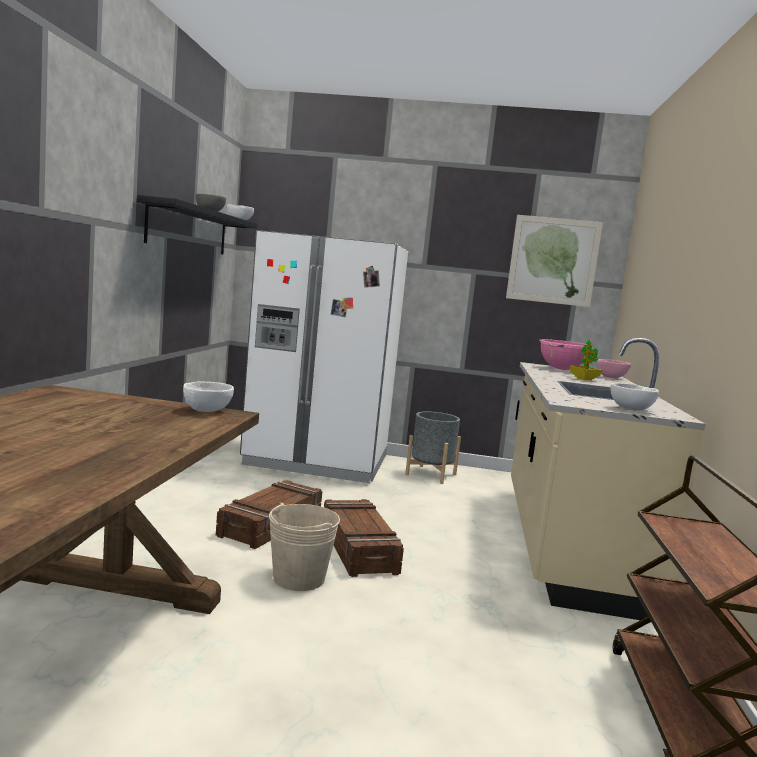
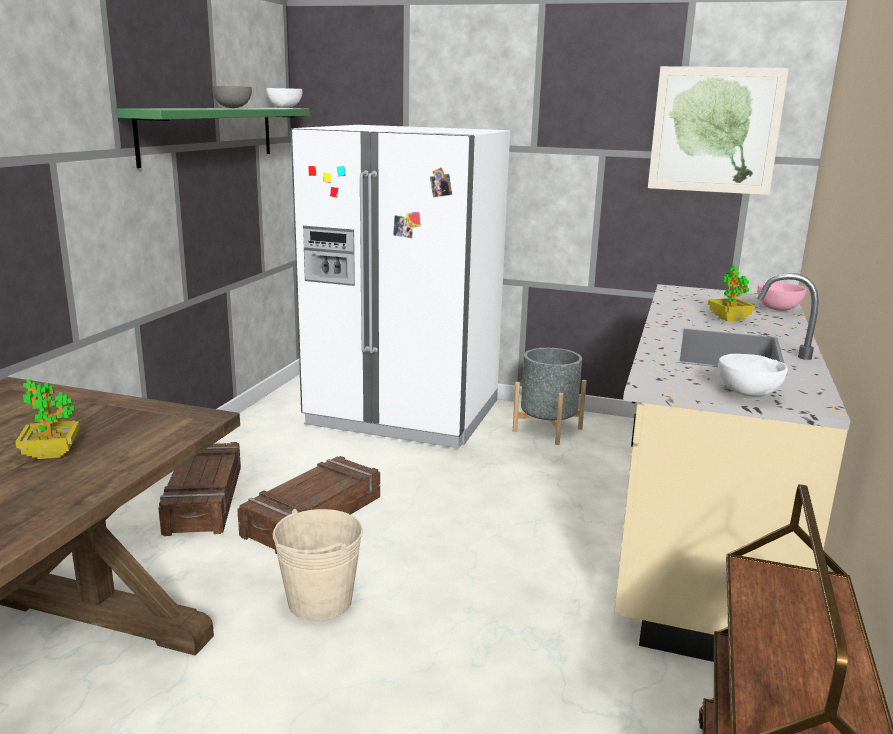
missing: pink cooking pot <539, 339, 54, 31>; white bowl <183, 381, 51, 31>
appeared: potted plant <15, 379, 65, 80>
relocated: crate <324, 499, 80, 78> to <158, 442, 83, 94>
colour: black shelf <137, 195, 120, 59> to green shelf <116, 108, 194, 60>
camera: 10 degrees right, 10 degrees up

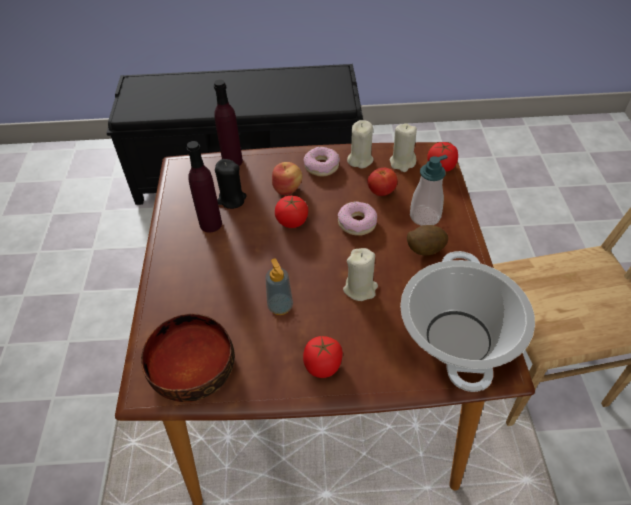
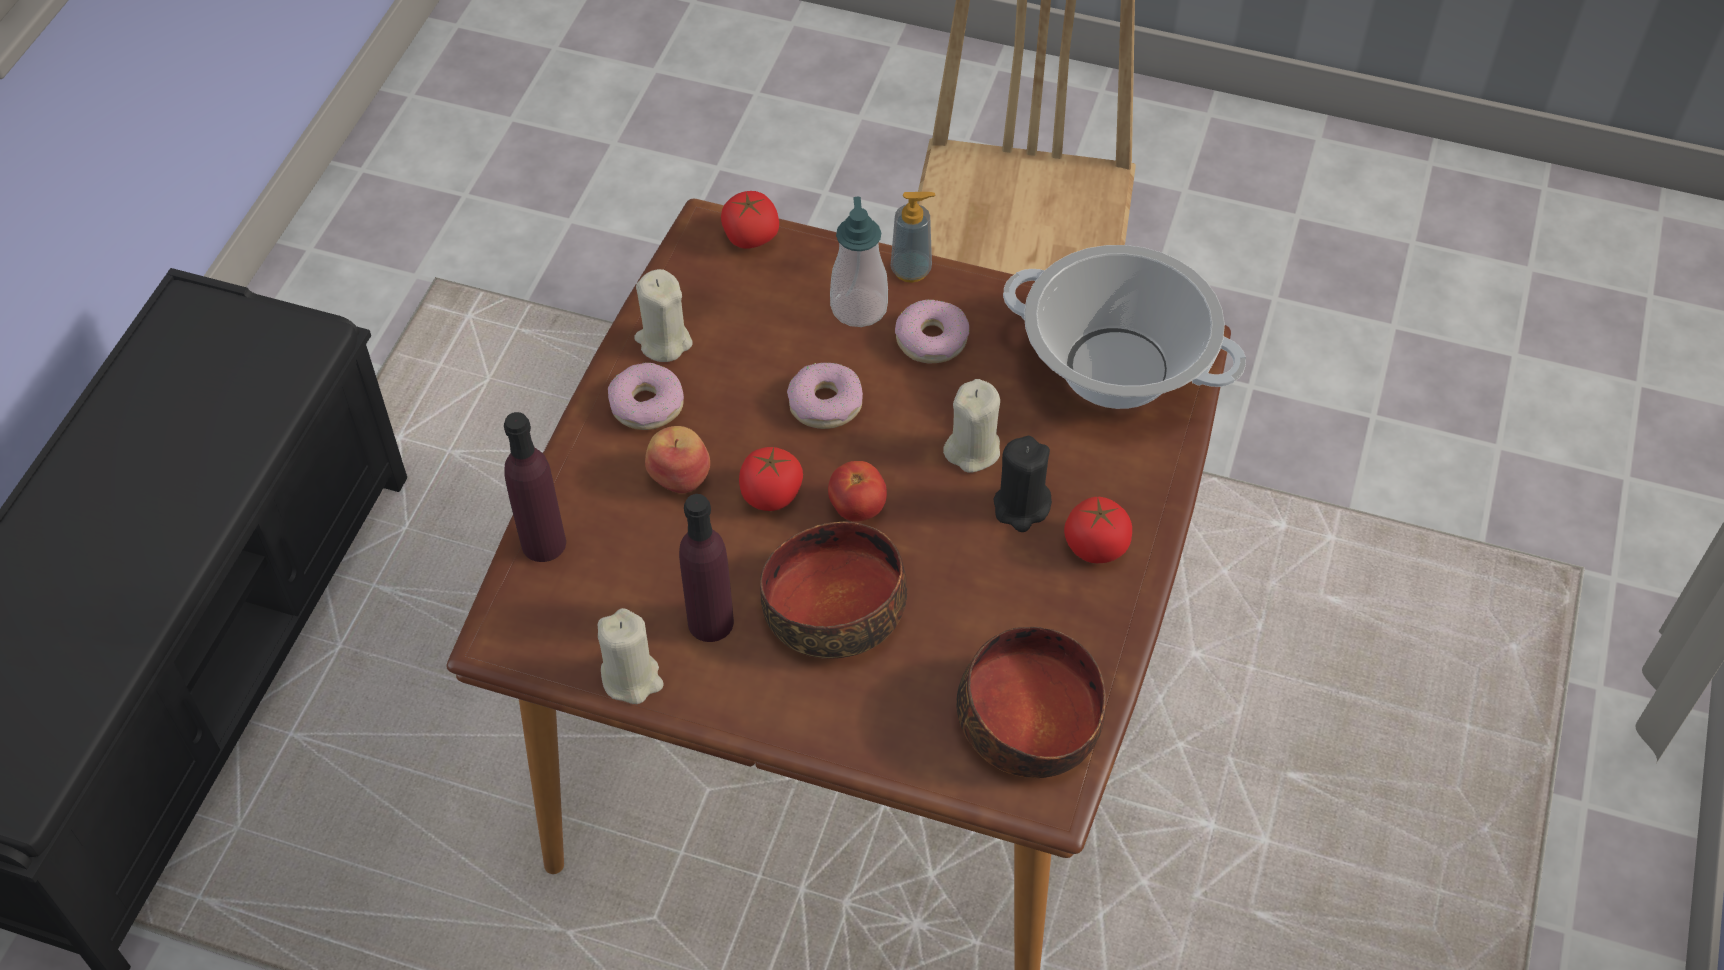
appeared: bowl <760, 521, 147, 138>
relocated: beige candle <390, 123, 27, 49> to <598, 608, 66, 96>; black candle <215, 159, 32, 50> to <994, 436, 58, 96>; tomato <367, 168, 31, 28> to <828, 461, 59, 60>; soap dispenser <265, 259, 28, 56> to <891, 192, 44, 91>
exchanged: potato <407, 225, 41, 30> to donut <895, 299, 75, 64>
camera: 70 degrees left, 5 degrees up

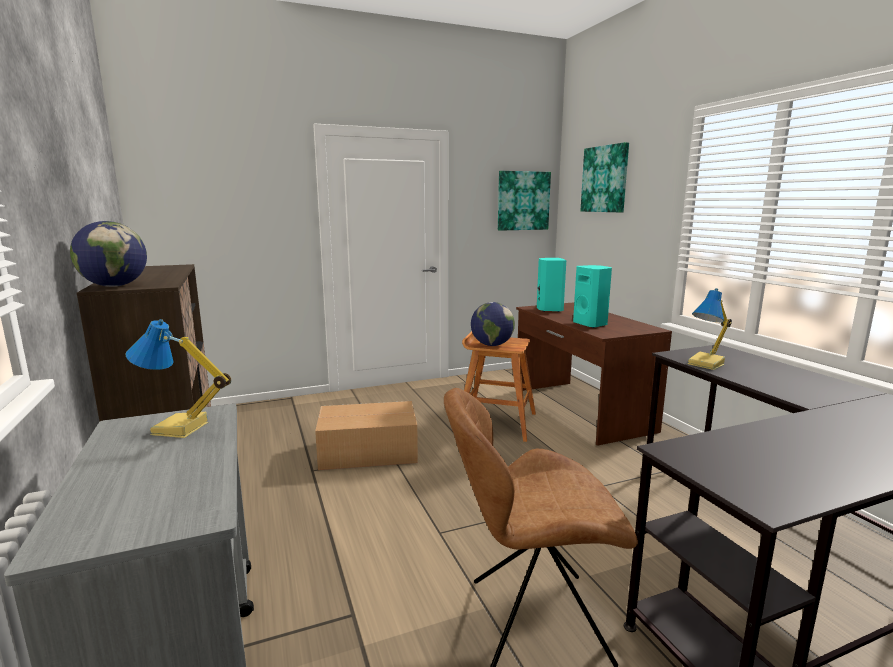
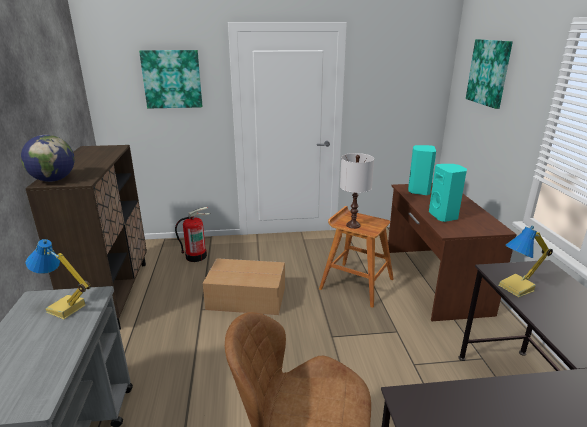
appeared: fire extinguisher <175, 207, 35, 55>
relocated: picture <498, 171, 53, 60> to <139, 50, 63, 58>
exchanged: globe <471, 302, 44, 44> to white table lamp <340, 153, 34, 76>
camera: 15 degrees right, 10 degrees up

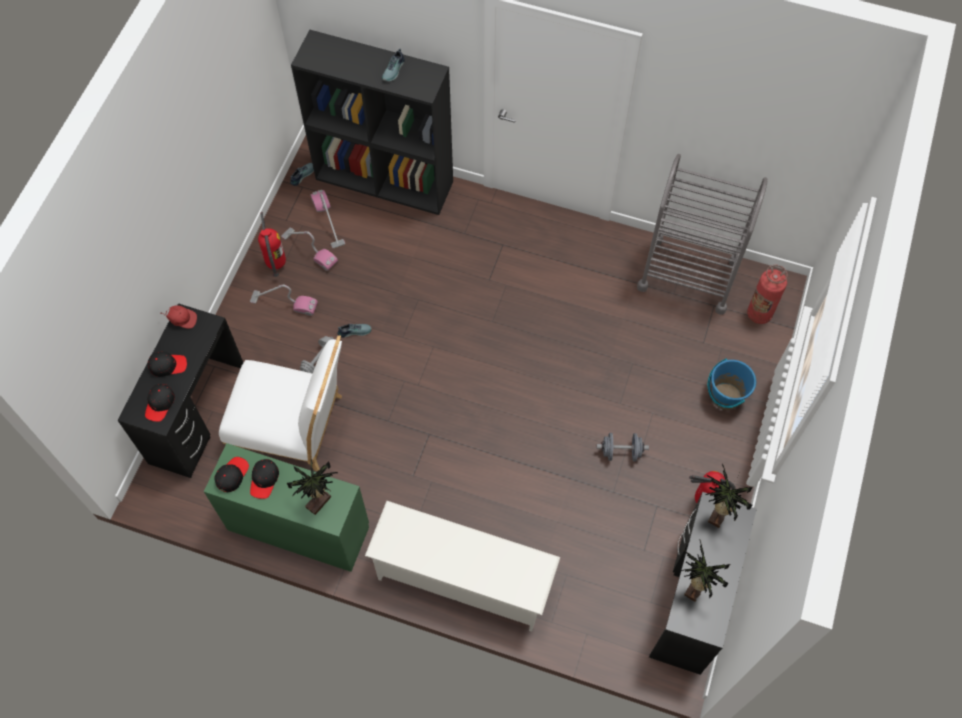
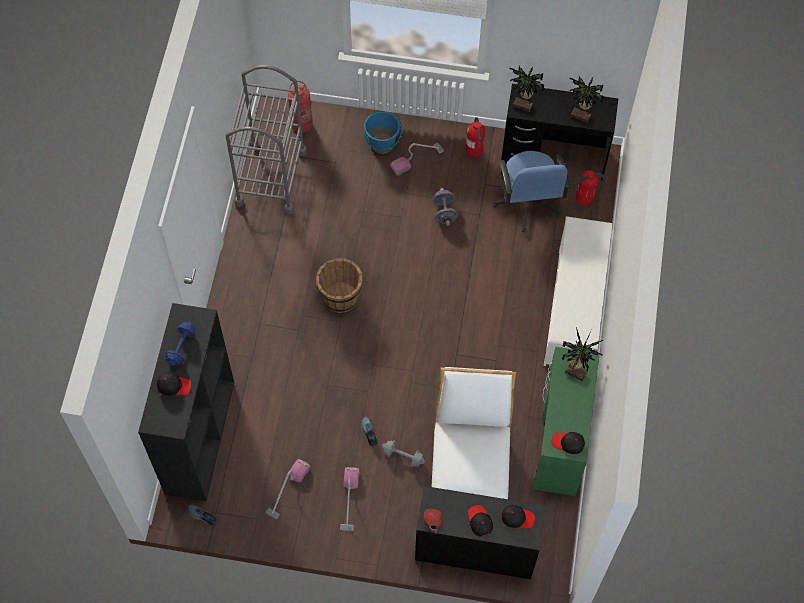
appeared: blue office chair <493, 151, 77, 82>; brown bucket <316, 258, 47, 55>
relocated: vacuum cleaner <310, 190, 35, 58> to <390, 143, 54, 33>; fire extinguisher <258, 212, 28, 65> to <572, 170, 33, 35>; black cap <250, 459, 29, 40> to <157, 373, 35, 22>
exchanged: shoe <382, 48, 23, 33> to blue dumbbell <166, 322, 29, 44>
camera: 100 degrees left, 0 degrees up

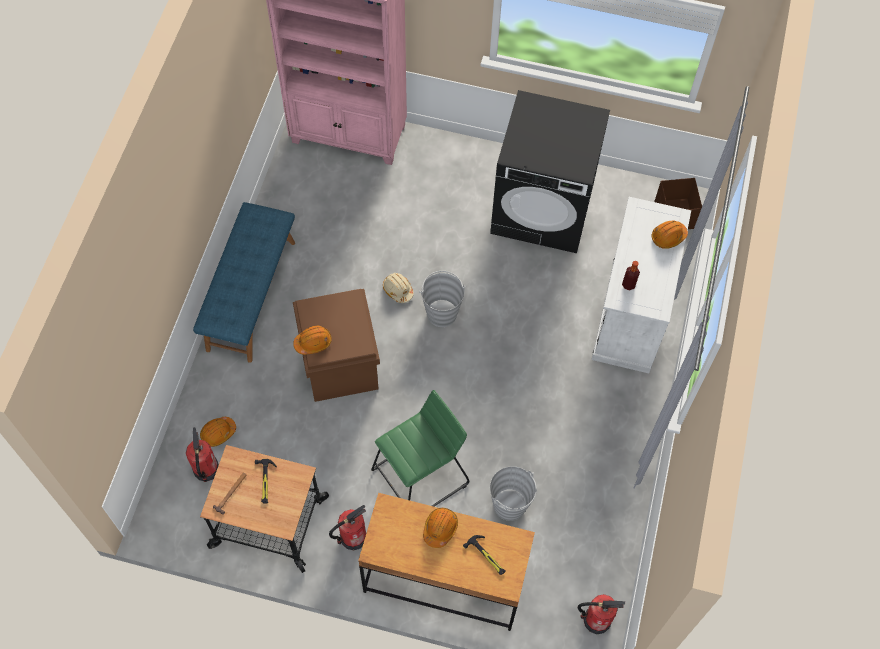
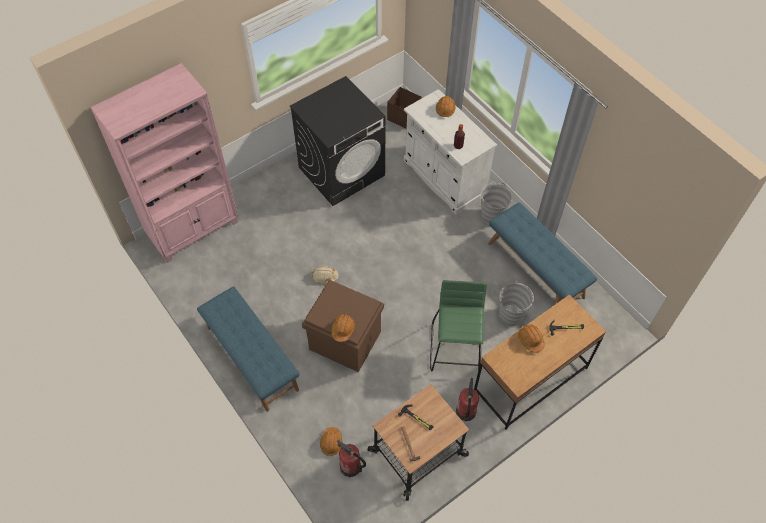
missing: fire extinguisher <578, 594, 47, 40>
appeared: blue bench <488, 202, 109, 101>
relocated: grey bucket <419, 271, 47, 56> to <481, 183, 31, 41>
camera: 50 degrees left, 5 degrees down

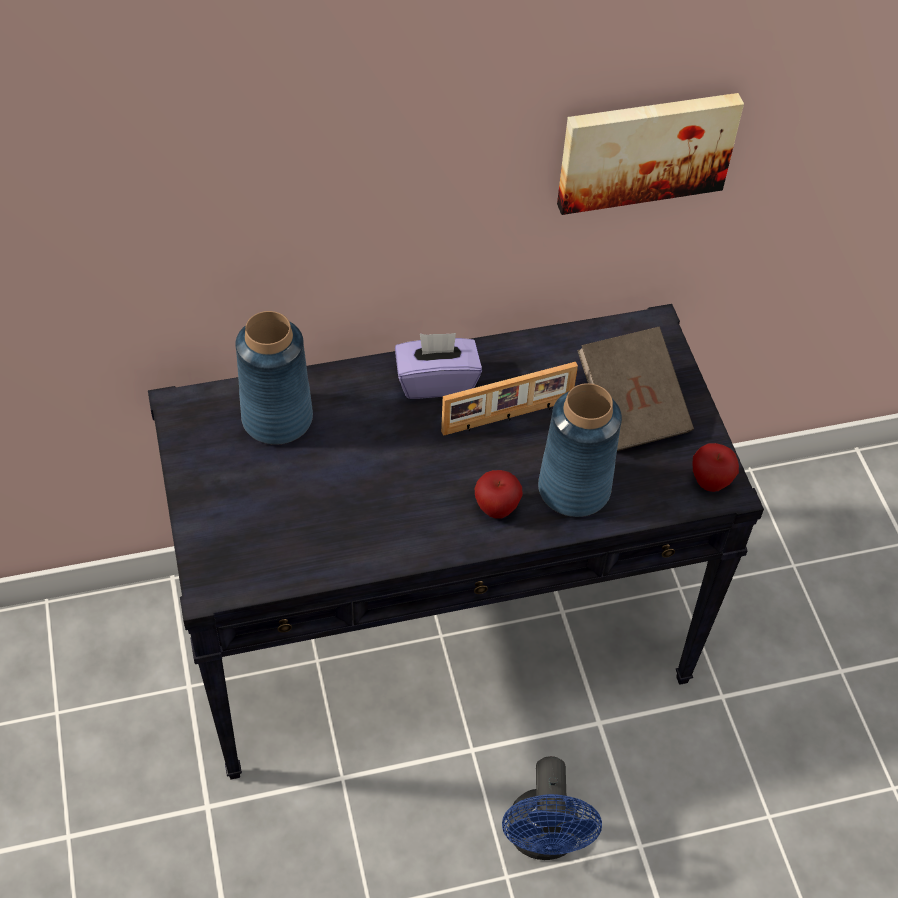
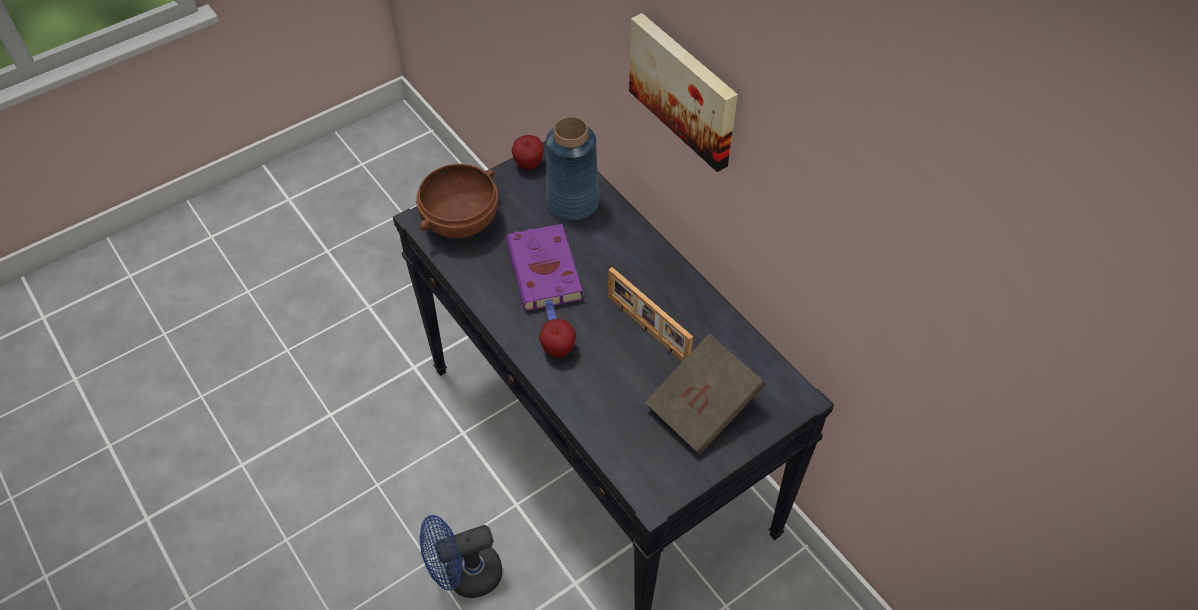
missing: purple tissue box <395, 333, 87, 66>; blue vase <538, 383, 84, 134>
appeared: brown bowl <416, 164, 83, 74>; purple book <506, 224, 77, 96>
relocated: picture <557, 93, 187, 122> to <629, 13, 109, 159>; apple <693, 443, 46, 49> to <511, 135, 33, 35>
camera: 70 degrees right, 0 degrees up

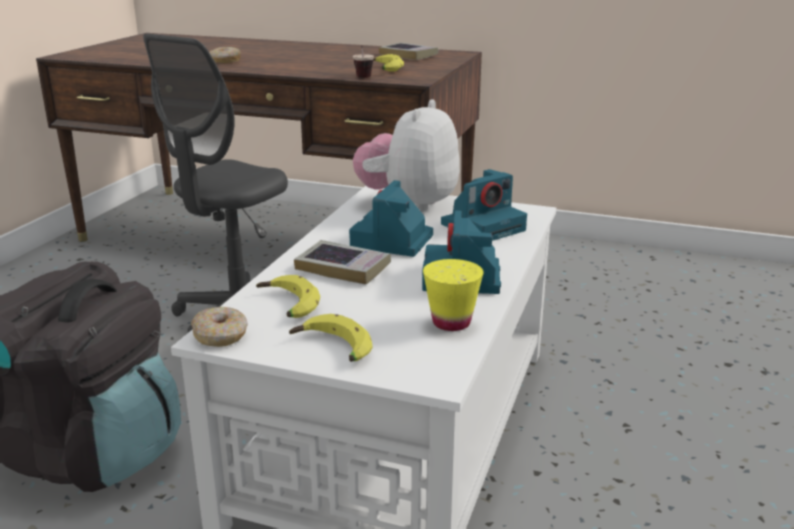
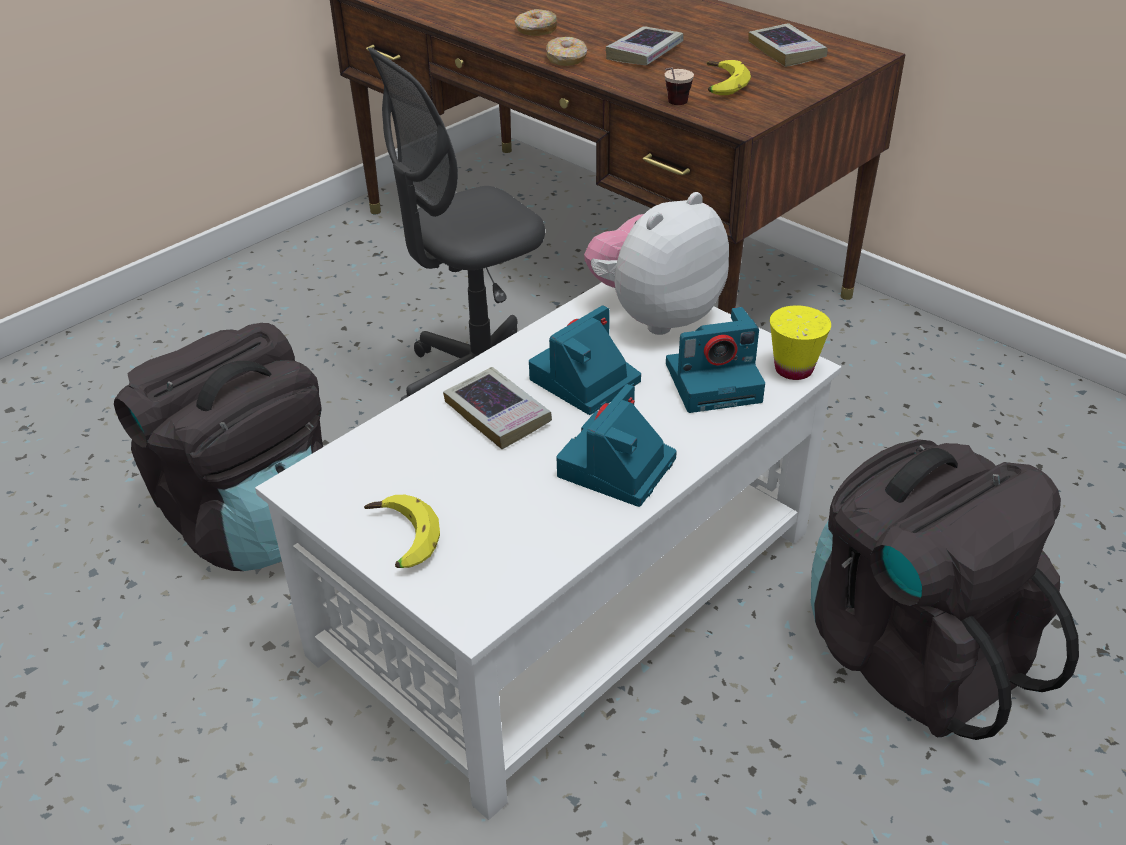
missing: banana <256, 275, 64, 43>
appeared: book <606, 26, 78, 39>; black backpack <811, 439, 268, 301>
relocated: yellow cup <423, 259, 61, 72> to <770, 305, 61, 75>; donut <191, 307, 56, 40> to <546, 37, 41, 29>
camera: 25 degrees right, 15 degrees up

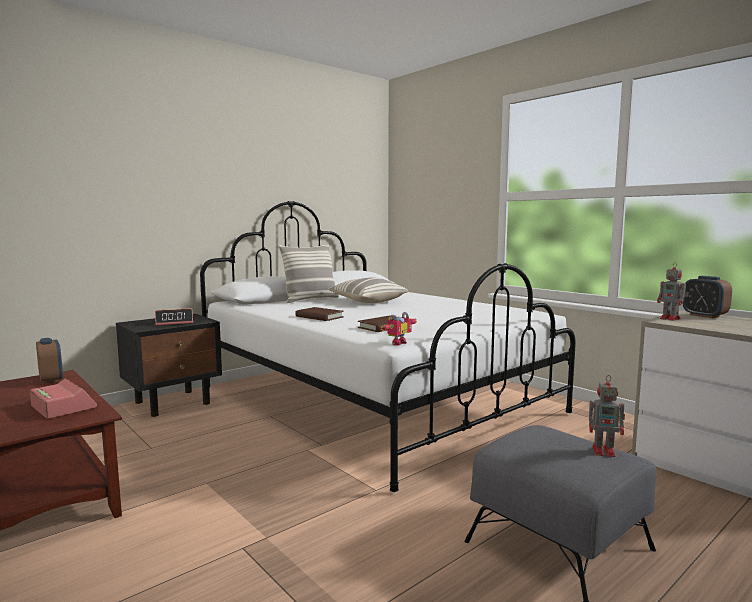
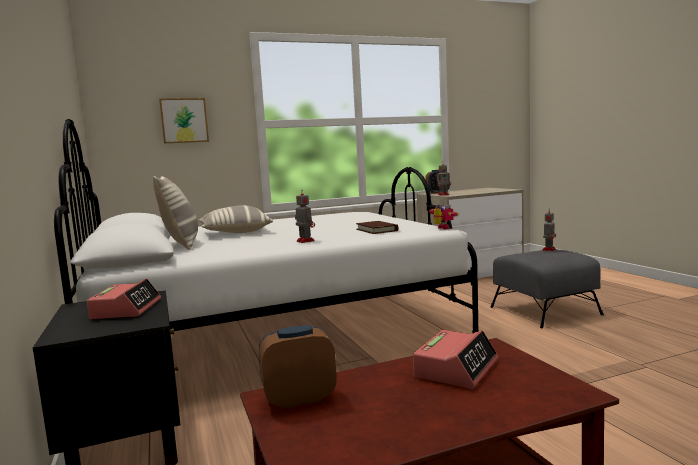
appeared: picture <159, 98, 50, 45>
exchanged: brown book <295, 307, 49, 14> to toy robot <295, 189, 20, 54>
spun: alarm clock <30, 378, 67, 41> = <413, 330, 85, 59> 150 degrees clockwise
camera: 70 degrees left, 0 degrees up

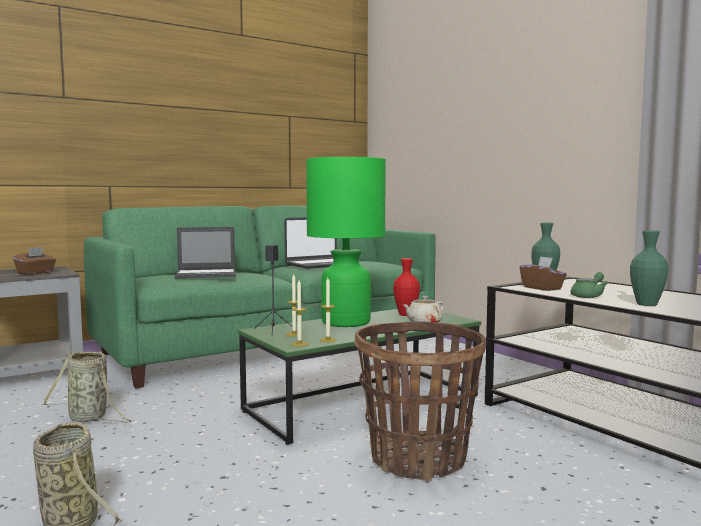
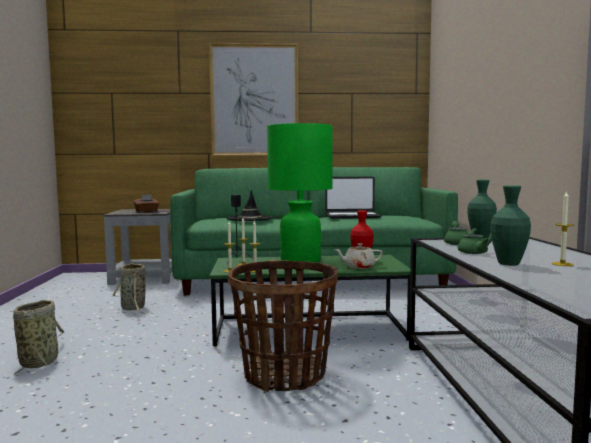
appeared: picture <209, 43, 89, 113>; candle <552, 191, 22, 75>
exchanged: laptop <174, 227, 62, 52> to black hat <227, 190, 47, 31>; brown tissue box <520, 256, 47, 35> to green teapot <444, 221, 33, 24>
camera: 30 degrees right, 0 degrees up

